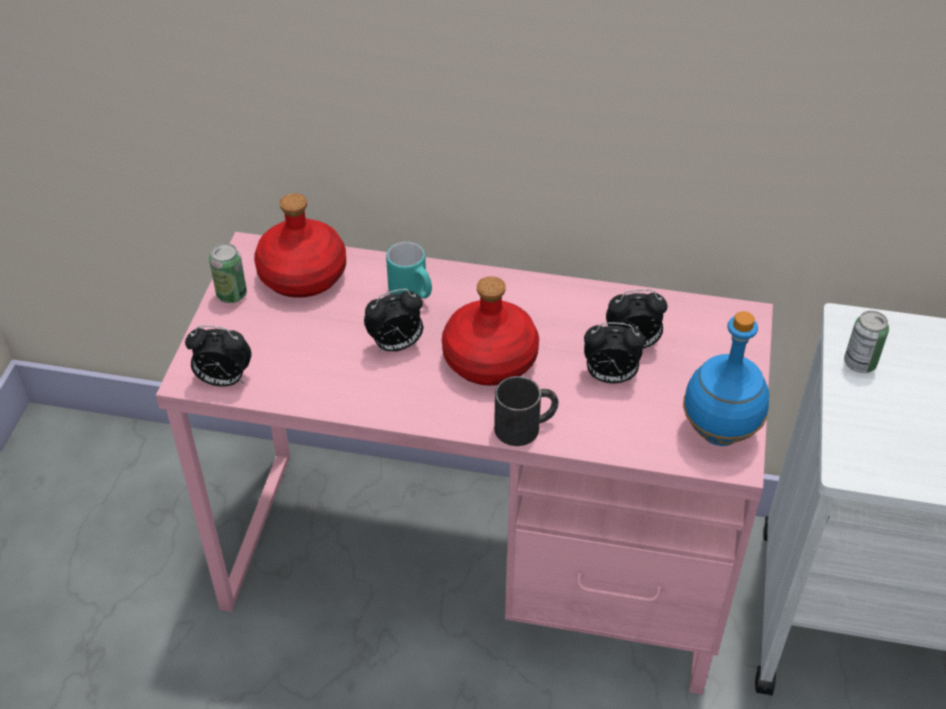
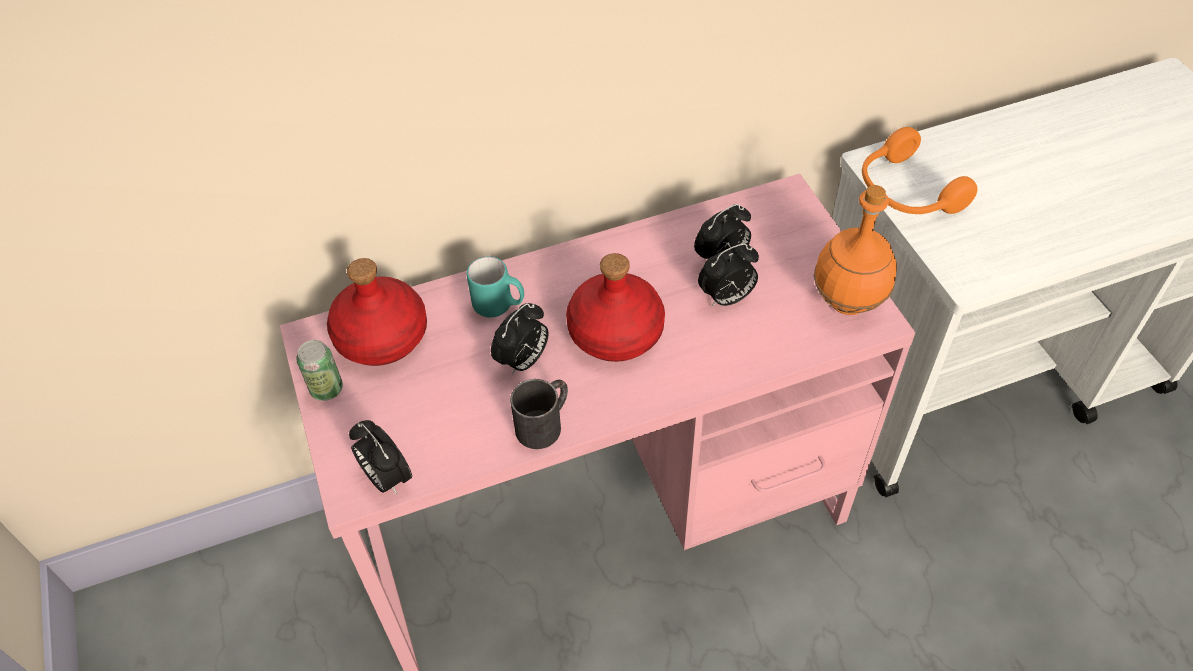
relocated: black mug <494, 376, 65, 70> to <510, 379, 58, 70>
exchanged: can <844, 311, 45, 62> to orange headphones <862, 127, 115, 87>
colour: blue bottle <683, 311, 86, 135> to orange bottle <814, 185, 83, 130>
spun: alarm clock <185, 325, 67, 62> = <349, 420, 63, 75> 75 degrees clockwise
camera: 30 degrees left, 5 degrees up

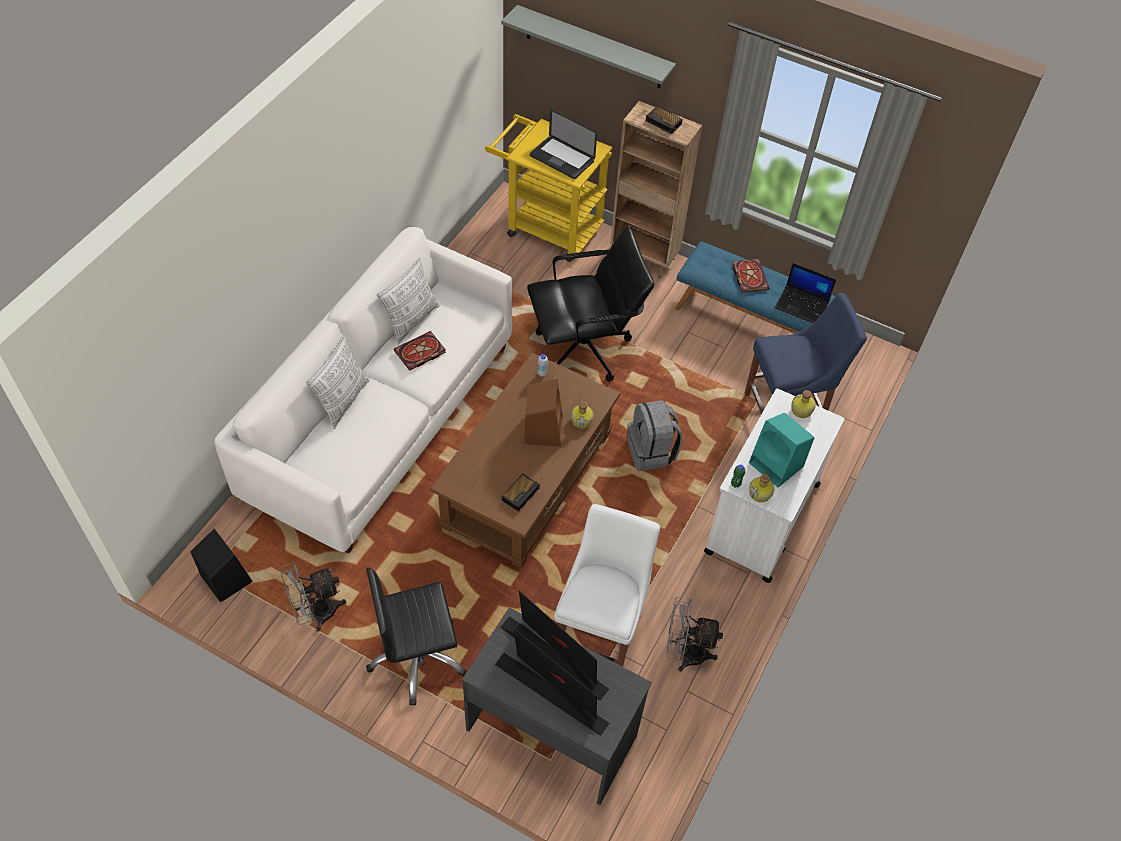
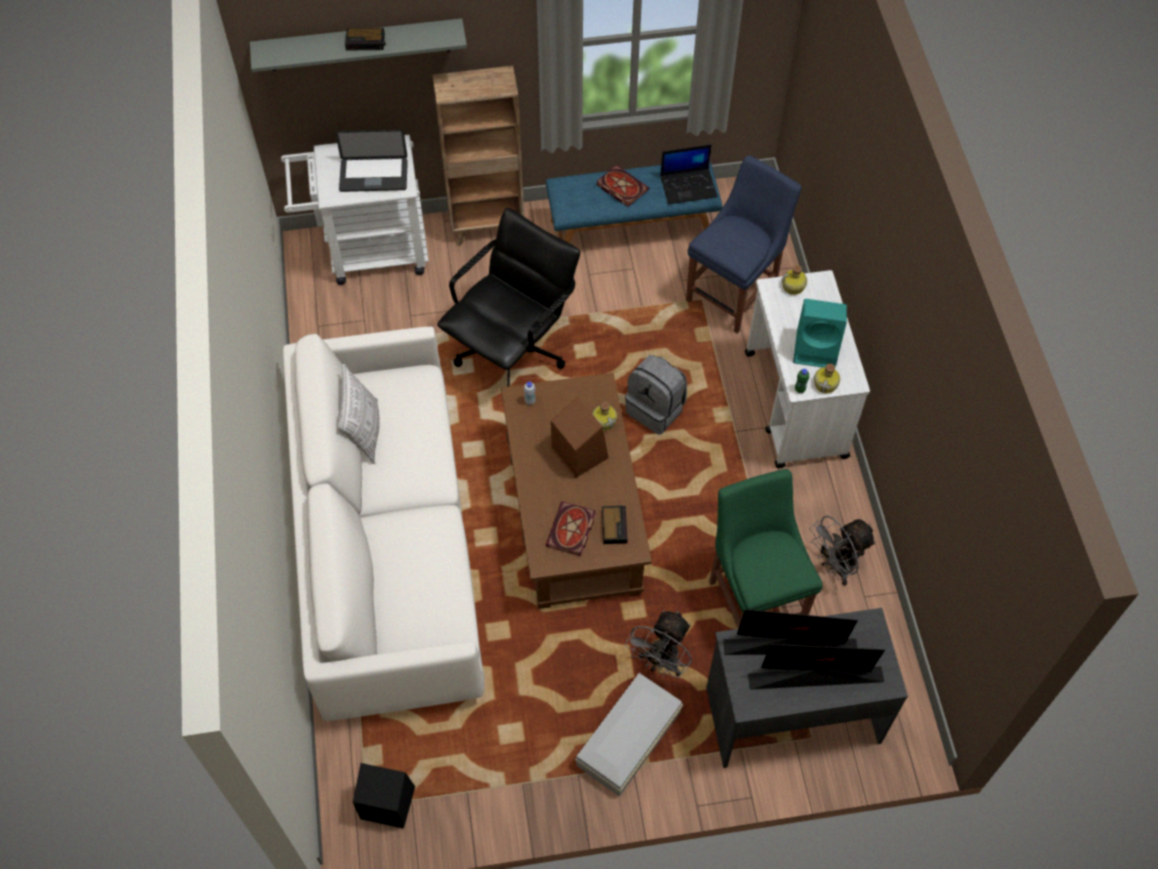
missing: pillow <306, 335, 64, 94>
relocated: alarm clock <646, 106, 37, 28> to <345, 28, 41, 22>; book <394, 331, 52, 40> to <546, 501, 50, 55>; grey fan <279, 562, 67, 70> to <625, 610, 67, 68>
exchanged: black office chair <366, 568, 101, 137> to white storage box <575, 673, 108, 124>
colour: yellow cart <485, 114, 128, 148> to white cart <281, 135, 148, 150>; white chair <554, 504, 106, 163> to green chair <709, 469, 114, 160>
camera: 35 degrees left, 5 degrees up

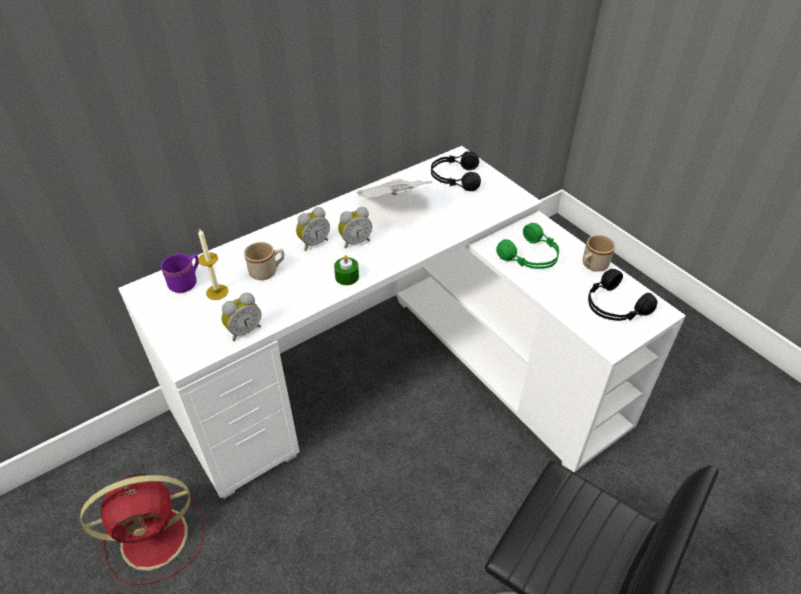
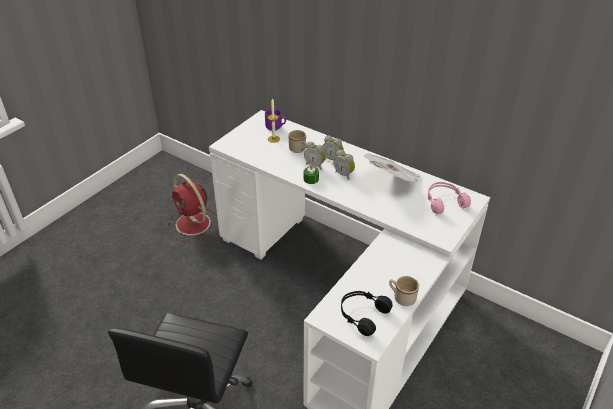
missing: green headphones <496, 223, 63, 46>
relocated: alarm clock <221, 293, 40, 48> to <304, 142, 22, 28>
colour: black headphones <431, 151, 50, 40> to pink headphones <428, 182, 43, 32>
camera: 70 degrees right, 5 degrees down

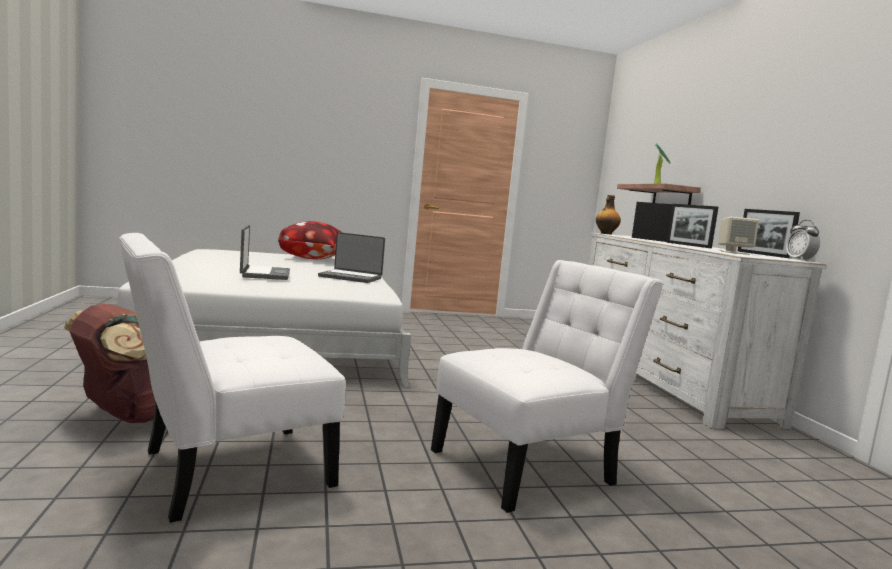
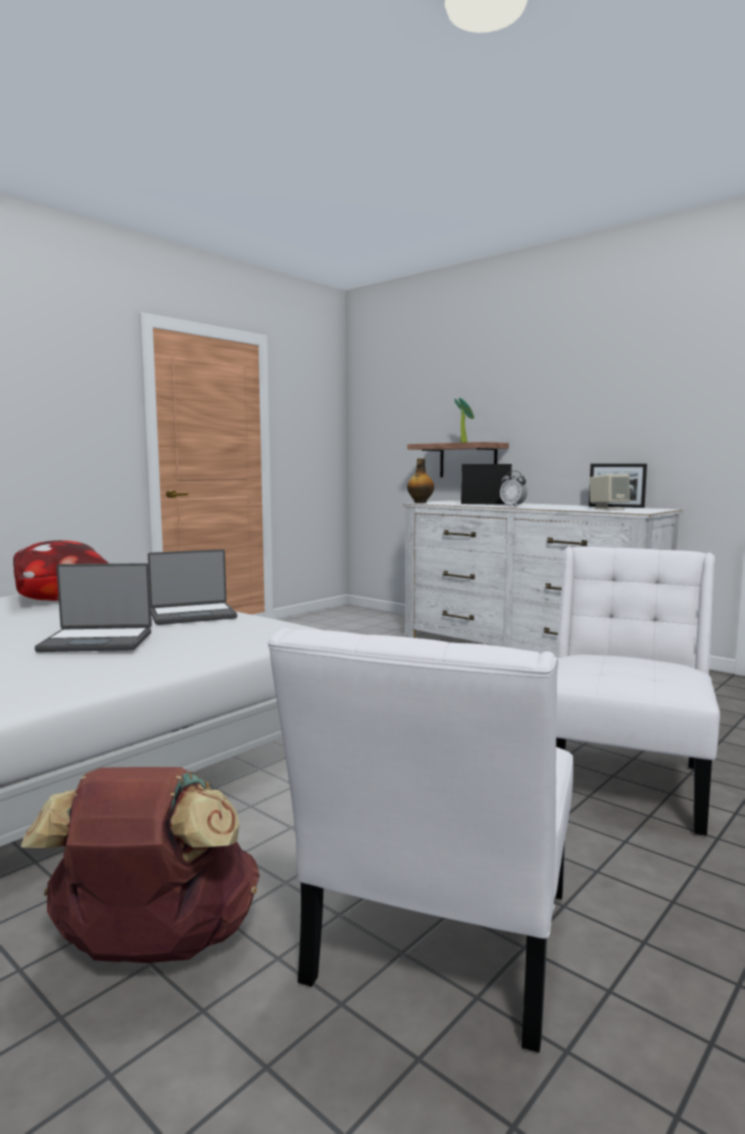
missing: picture frame <667, 204, 51, 44>
relocated: alarm clock <786, 220, 34, 41> to <500, 471, 28, 36>
spun: laptop <240, 225, 50, 55> = <35, 563, 117, 89> 135 degrees clockwise
camera: 35 degrees left, 0 degrees up

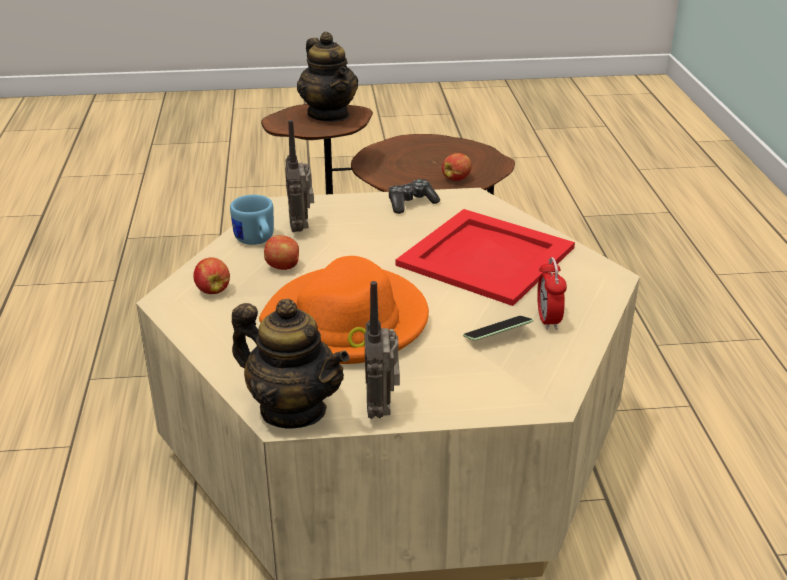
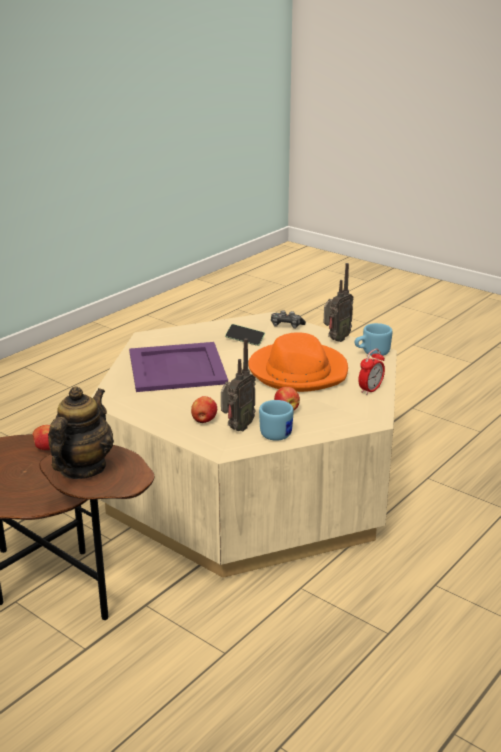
relocated: game controller <389, 179, 51, 35> to <271, 310, 35, 18>; apple <193, 257, 37, 37> to <191, 396, 26, 27>; alarm clock <537, 257, 30, 73> to <358, 349, 27, 46>
exchanged: teapot <231, 299, 119, 130> to blue mug <355, 323, 37, 33>
colour: red tray <396, 209, 179, 97> to purple tray <129, 342, 99, 50>
camera: 135 degrees left, 5 degrees down

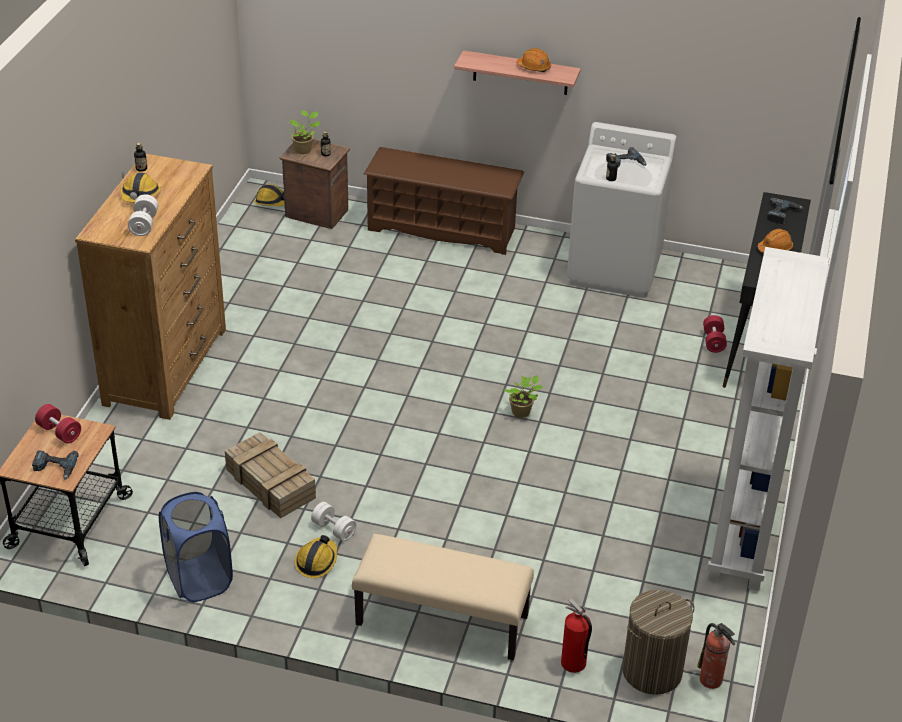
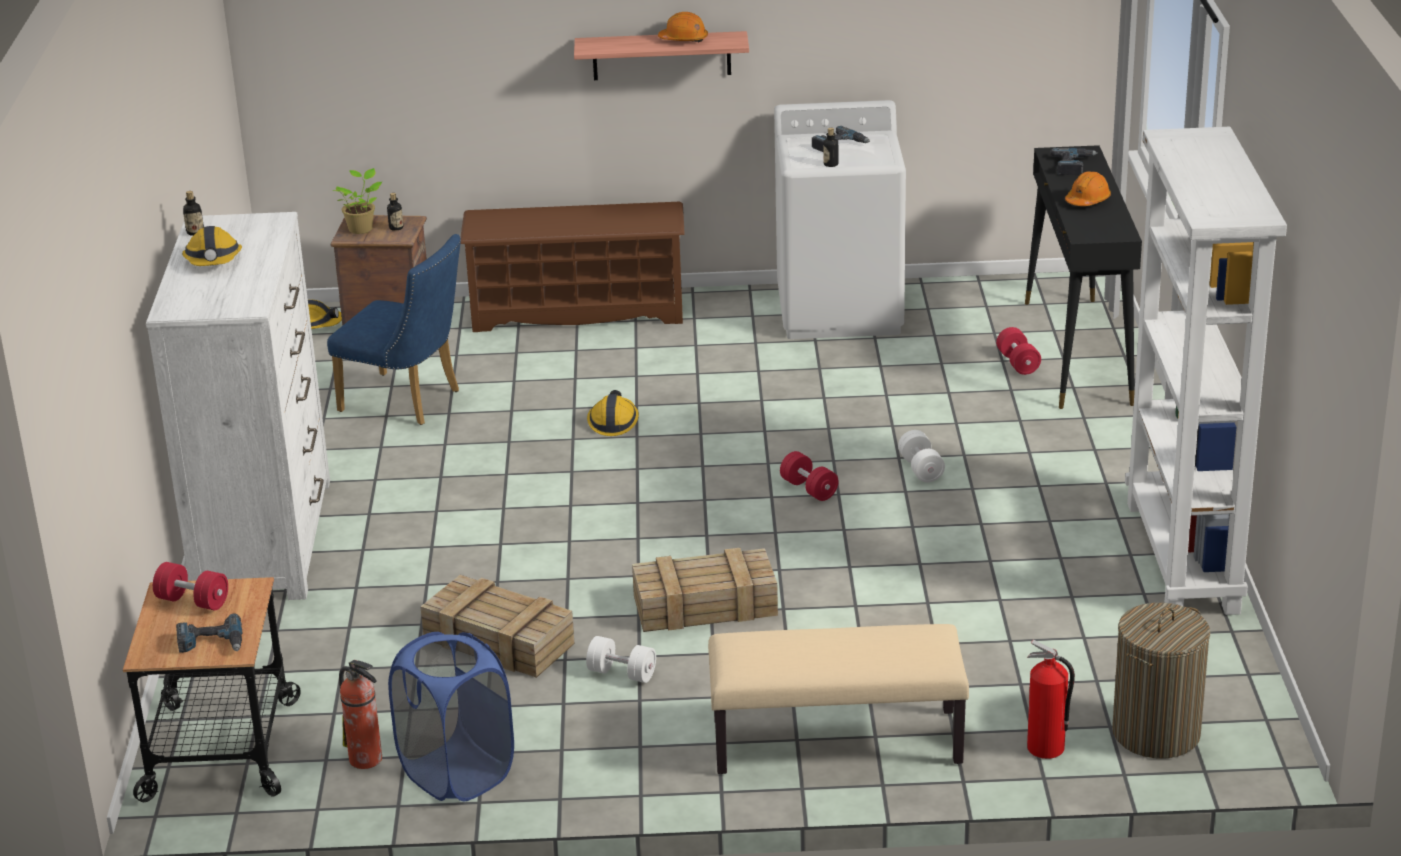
appeared: blue chair <327, 234, 134, 191>; crate <632, 548, 146, 84>
relocated: white dumbbell <128, 194, 30, 42> to <898, 430, 47, 52>; hard hat <295, 535, 42, 43> to <587, 390, 52, 46>; fire extinguisher <697, 623, 38, 66> to <339, 660, 43, 109>
exchanged: potted plant <503, 375, 39, 43> to red dumbbell <780, 451, 58, 50>
colour: brown dresser <75, 154, 151, 266> to white dresser <146, 212, 184, 388>
camera: 15 degrees left, 10 degrees down

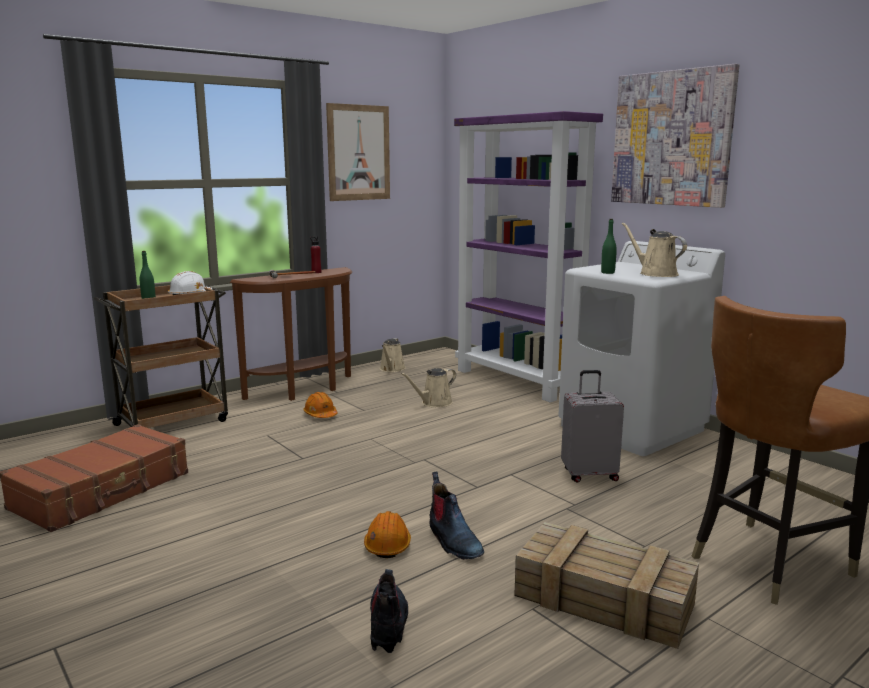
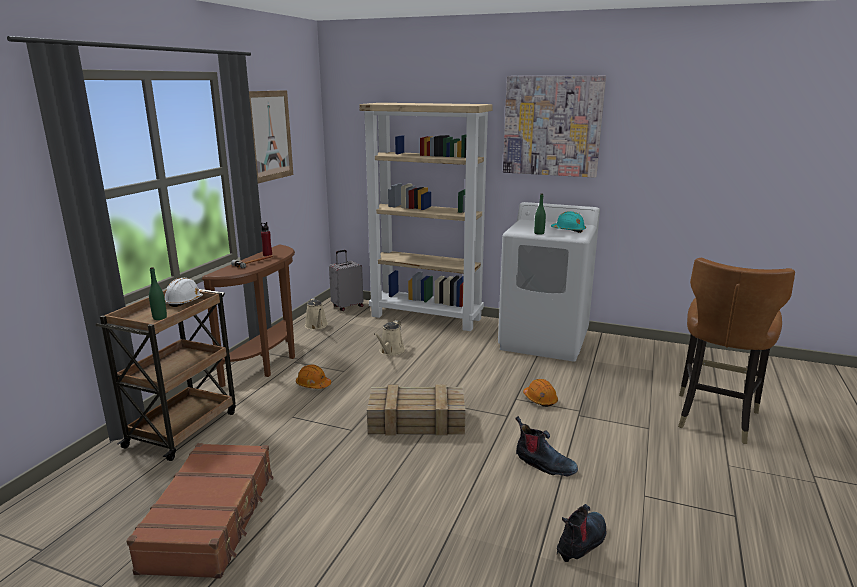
relocated: grey suitcase <561, 370, 63, 112> to <329, 250, 34, 61>; orange hard hat <364, 511, 47, 47> to <523, 379, 35, 28>; crate <514, 522, 185, 127> to <367, 385, 98, 50>
exchanged: beige watering can <621, 222, 66, 55> to turquoise hard hat <551, 211, 35, 22>
colour: purple bookcase <454, 111, 149, 291> to beige bookcase <359, 103, 134, 228>
spun: boot <370, 569, 38, 84> = <557, 504, 50, 58> 75 degrees clockwise
camera: 30 degrees left, 5 degrees up

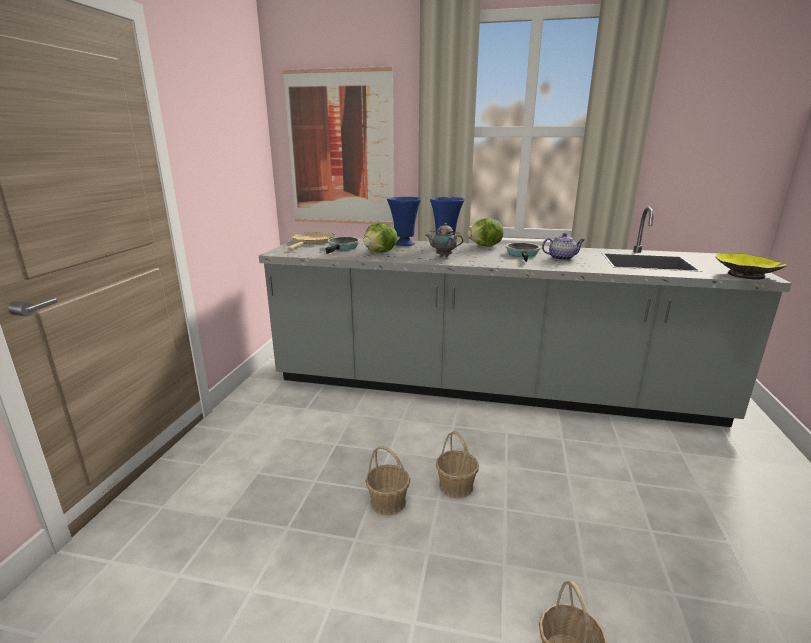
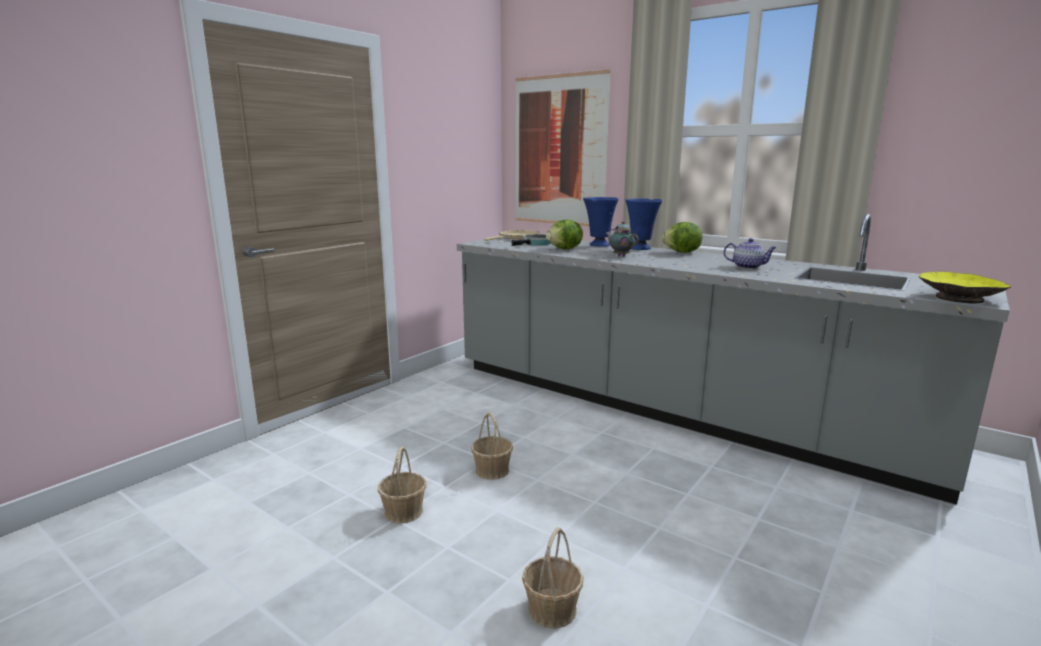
missing: frying pan <506, 243, 35, 19>
relocated: basket <436, 431, 43, 67> to <378, 446, 48, 78>
camera: 25 degrees right, 5 degrees down

